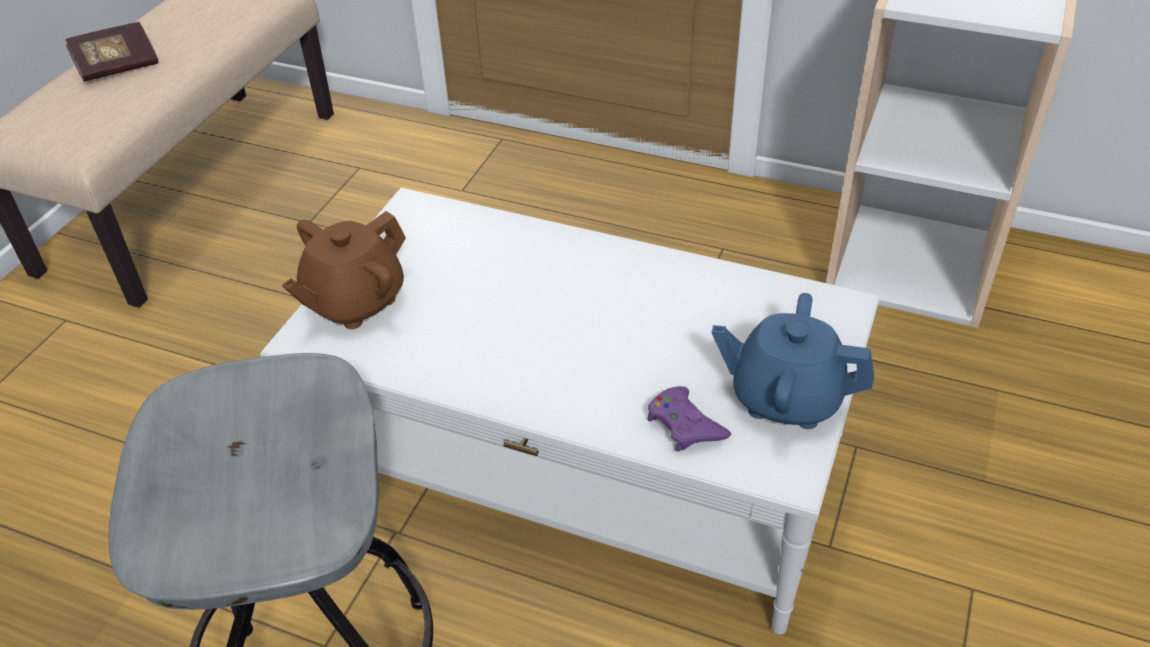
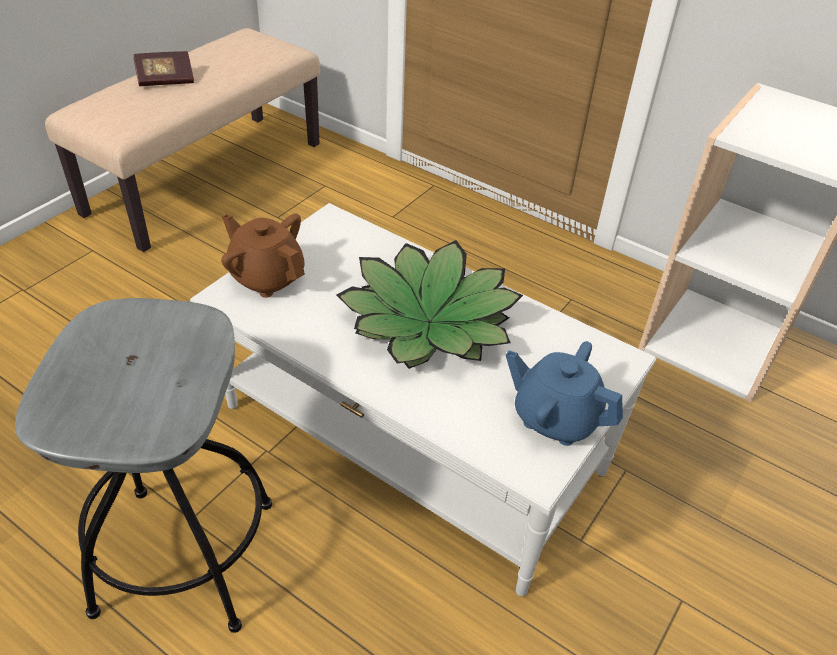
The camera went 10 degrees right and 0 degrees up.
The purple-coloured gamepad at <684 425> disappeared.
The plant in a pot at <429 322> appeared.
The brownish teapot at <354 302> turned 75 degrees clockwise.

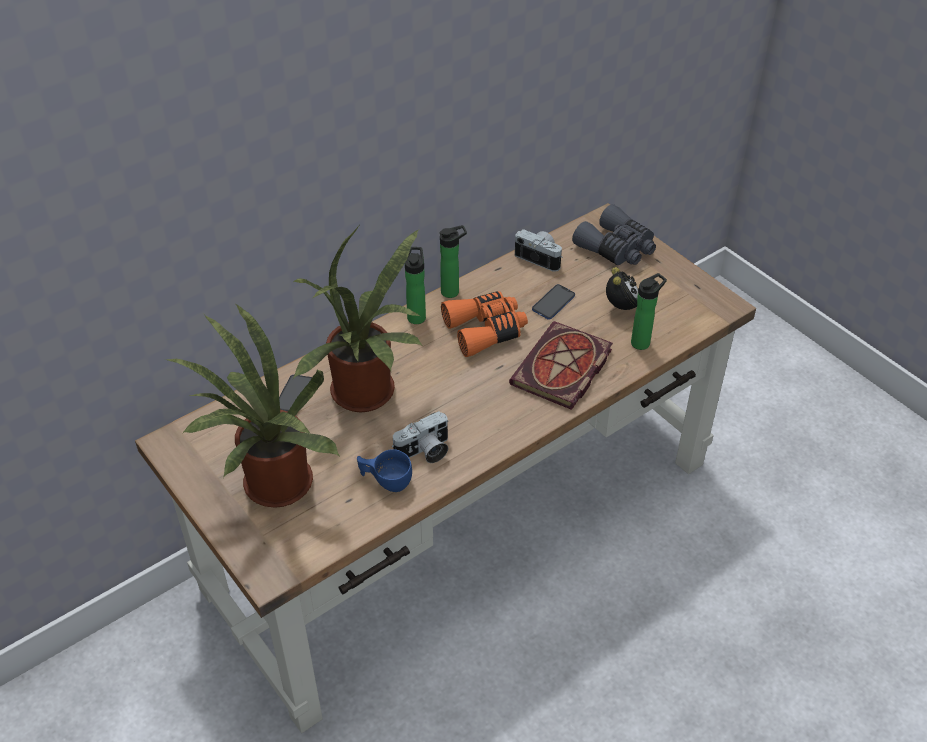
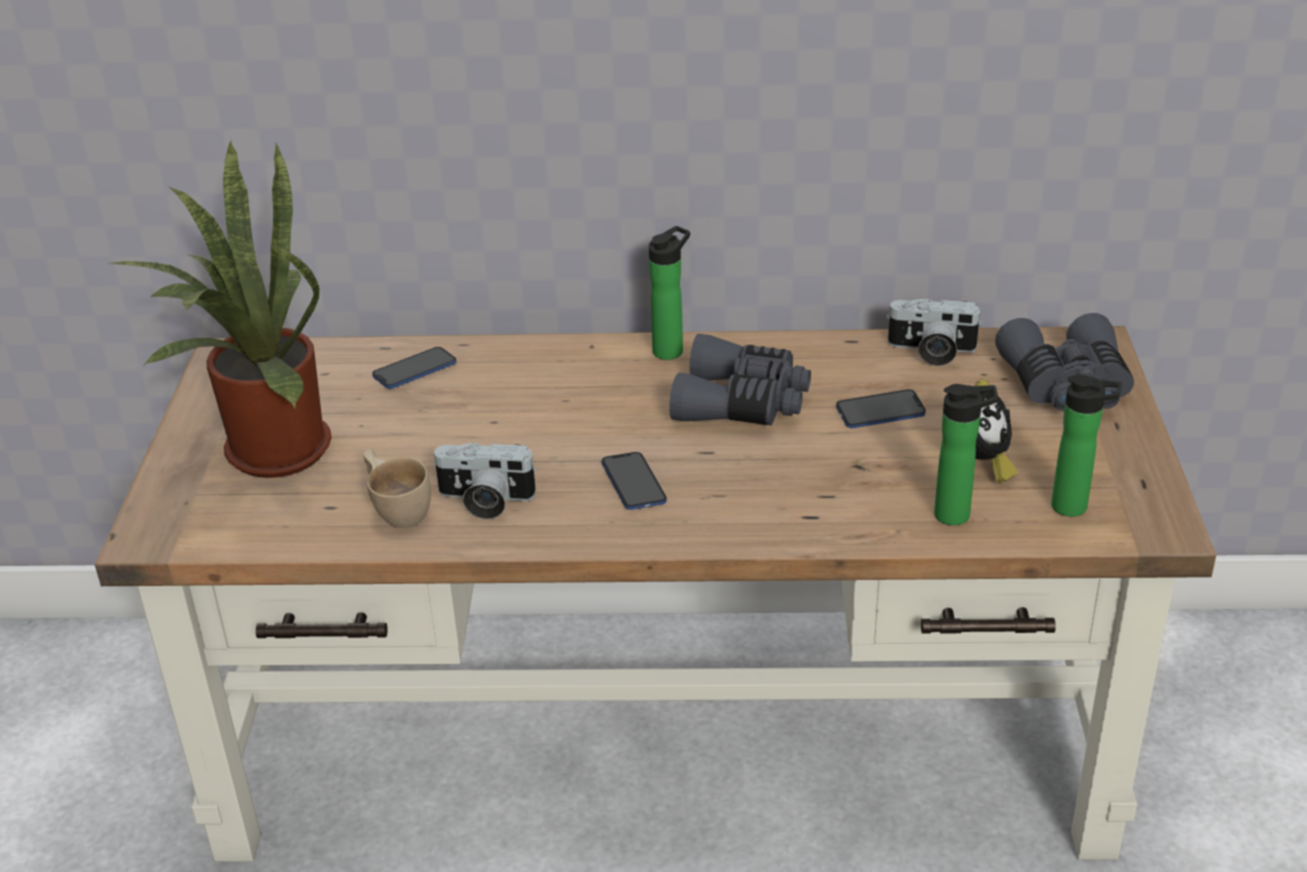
The camera went 40 degrees right and 10 degrees down.
The plant in a pot at <368 396> disappeared.
The bound book at <562 370> disappeared.
The handset at <633 483> appeared.
The beverage bottle moved from <452 291> to <1075 507>.
The bluish small cup at <385 481> became the beige small cup at <398 508>.
The orangey binoculars at <486 330> became the gray binoculars at <742 403>.
The photo camera at <540 257> turned 120 degrees clockwise.

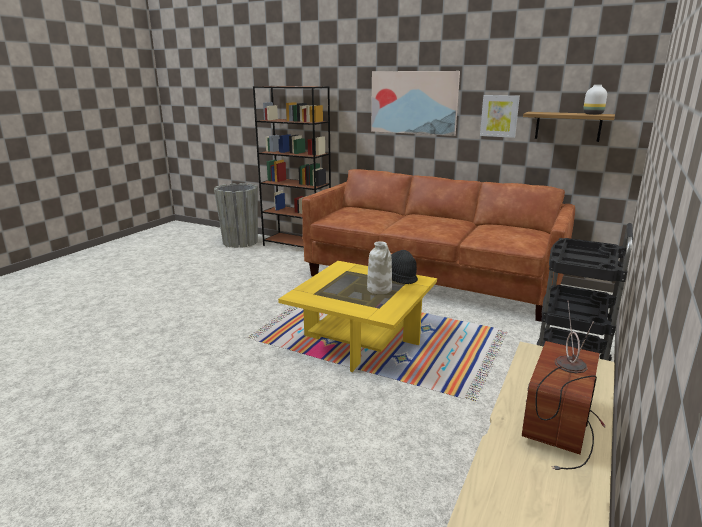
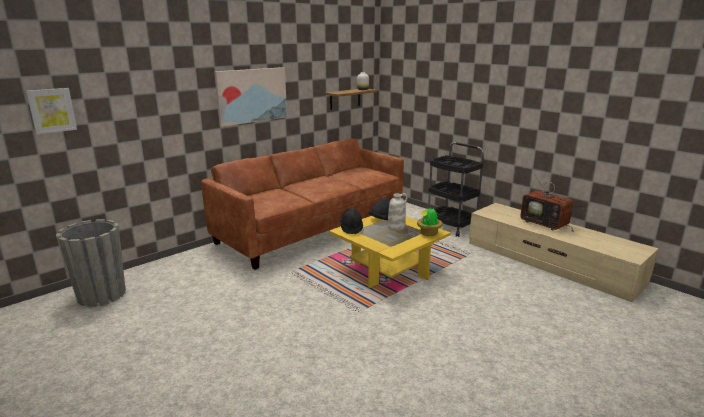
The camera went 70 degrees left and 0 degrees up.
The brownish shelving unit at <297 246> disappeared.
The blackish wearable hat at <351 228> appeared.
The plant in a pot at <428 233> appeared.
The picture moved from <499 116> to <52 110>.

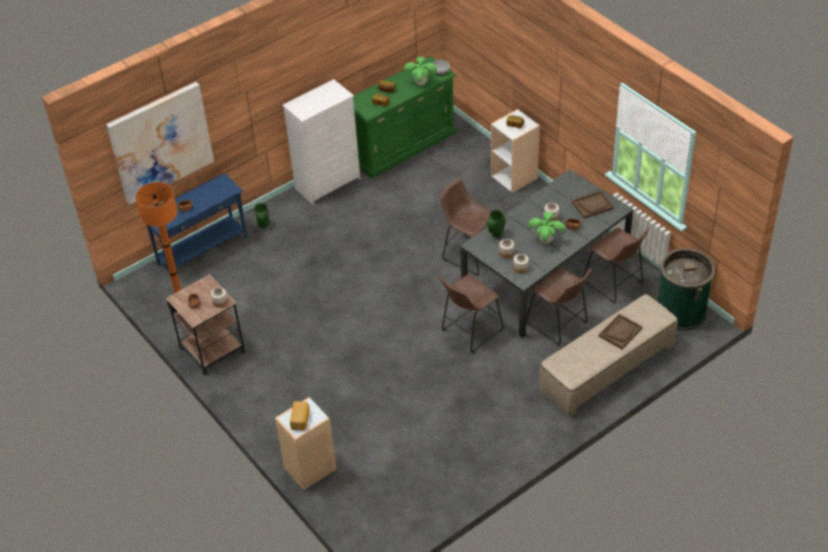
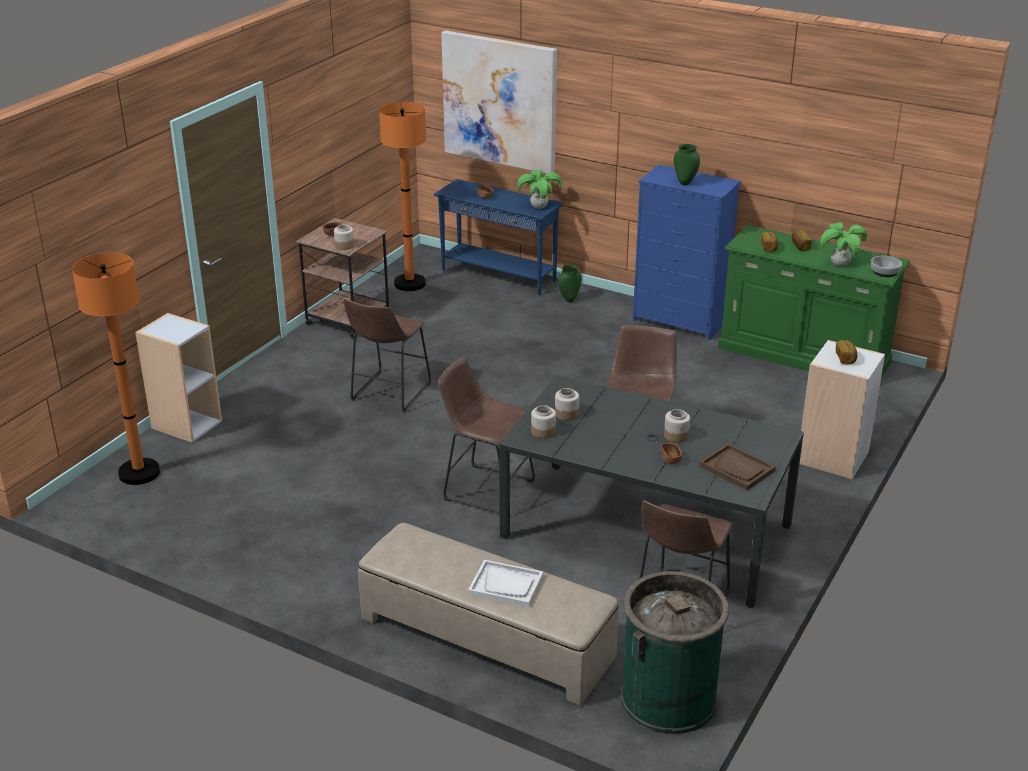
The camera went 65 degrees right and 15 degrees down.
The baked bread at <301 420> disappeared.
The orangey standard lamp at <139 473> appeared.
The green flower vase moved from <496 235> to <684 183>.
The brownish sitting stool moved from <558 325> to <388 393>.
The plant in a pot moved from <546 241> to <539 207>.
The white-coloured drawer chest at <328 183> became the bluish drawer chest at <680 321>.
The brownish tray at <620 332> became the white-coloured tray at <506 585>.

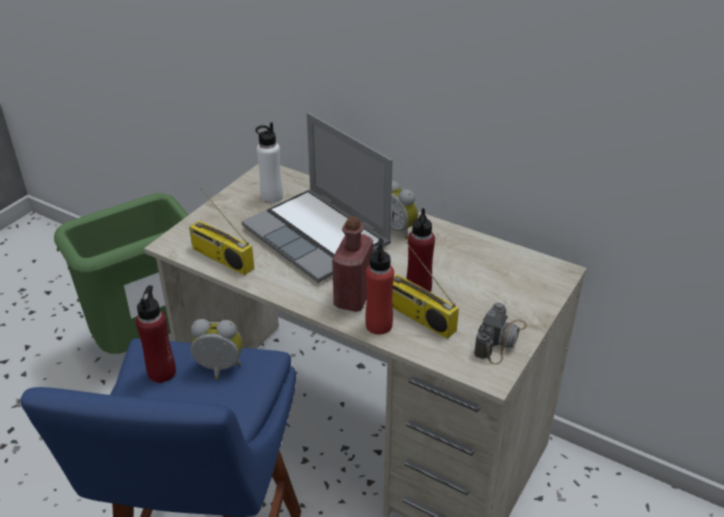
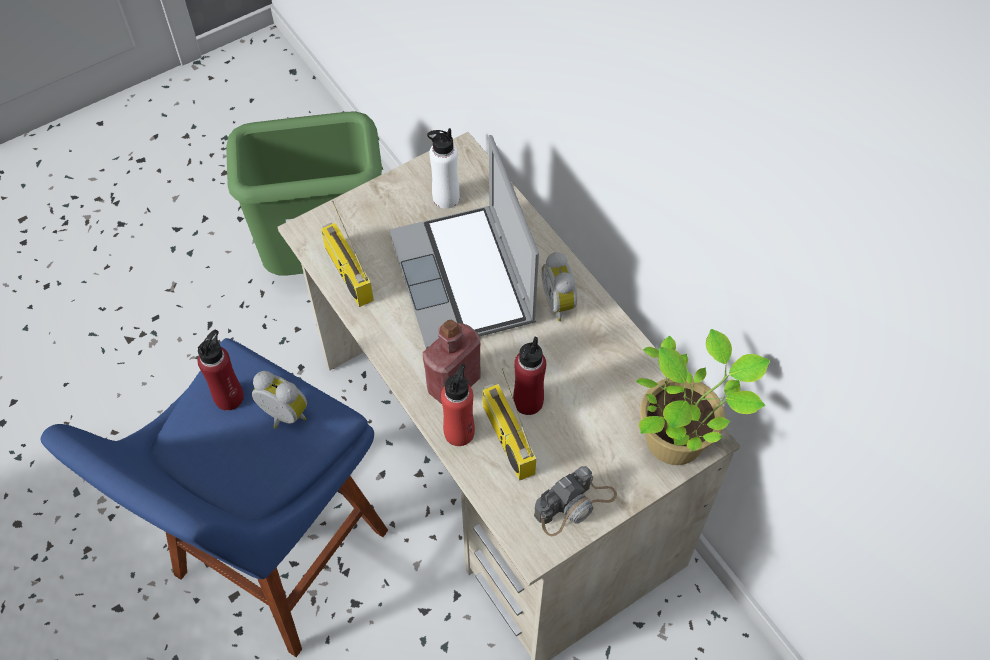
The camera went 25 degrees right and 20 degrees up.
The plant in a pot at <679 438> appeared.

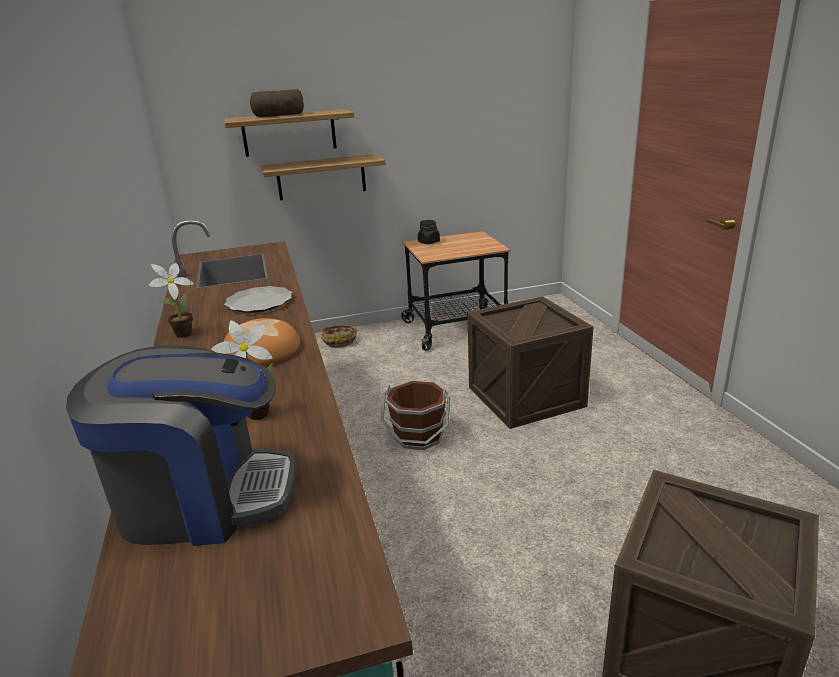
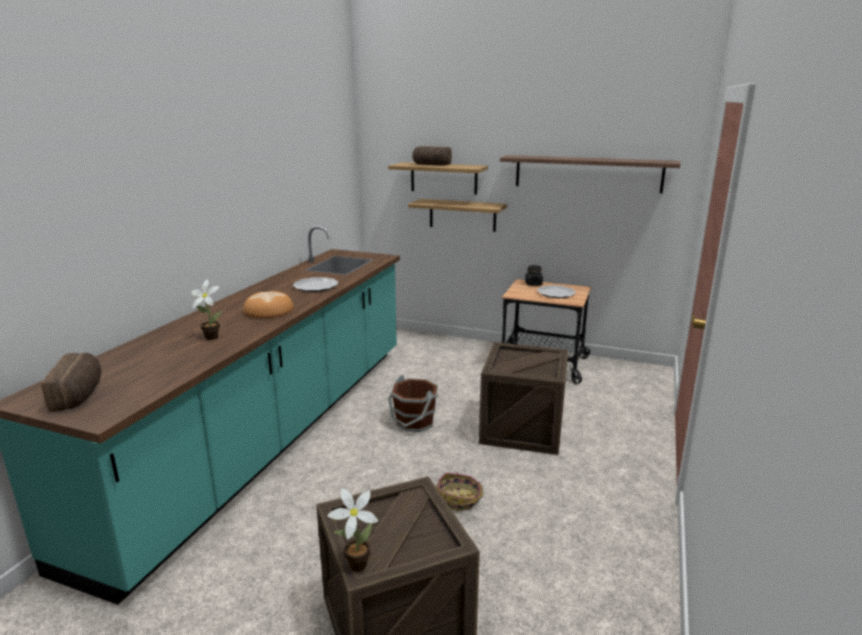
The camera went 35 degrees right and 5 degrees down.
The coffee maker at <203 498> disappeared.
The baked bread at <80 395> appeared.
The wall shelf at <587 173> appeared.
The dinner plate at <555 293> appeared.
The plant in a pot moved from <181 335> to <354 565>.
The basket moved from <340 341> to <459 498>.

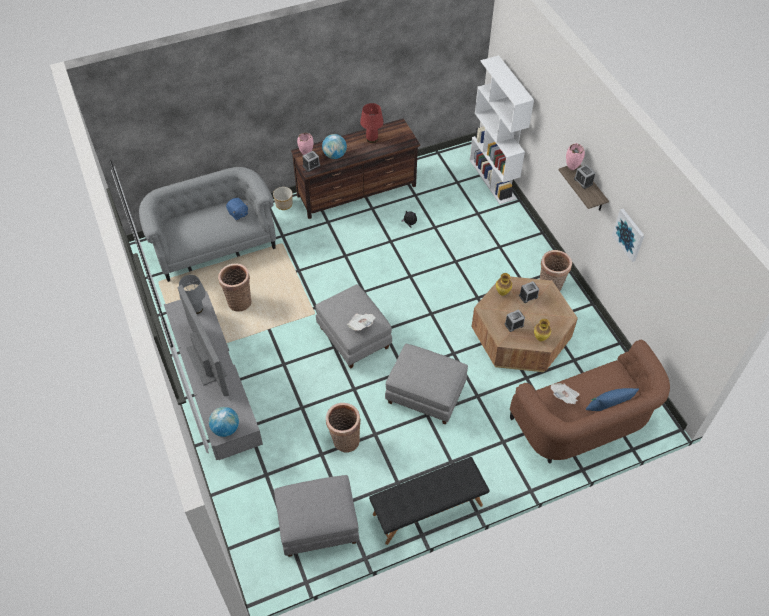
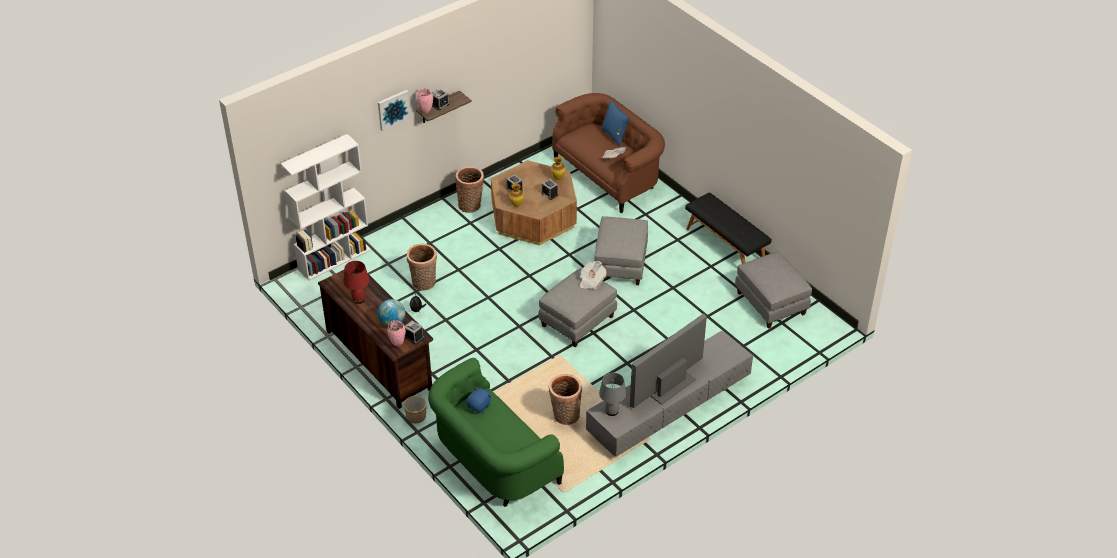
The camera went 105 degrees left and 10 degrees down.
The globe at <226 428> disappeared.
The basket moved from <344 440> to <424 284>.
The picture moved from <629 234> to <393 109>.
The gray couch at <214 244> became the green couch at <493 461>.

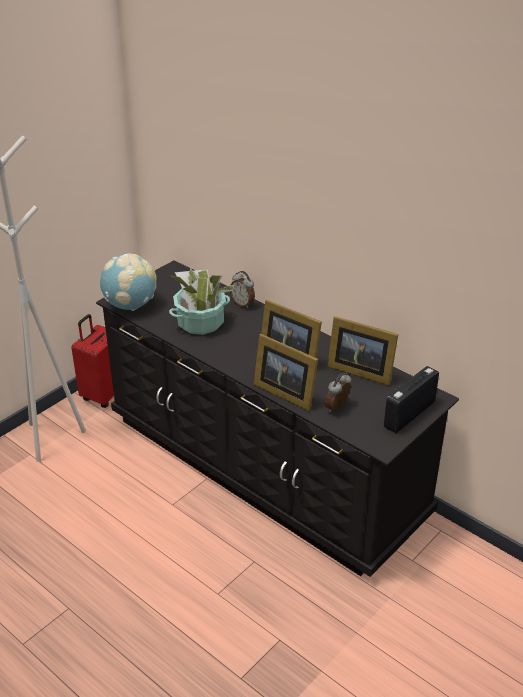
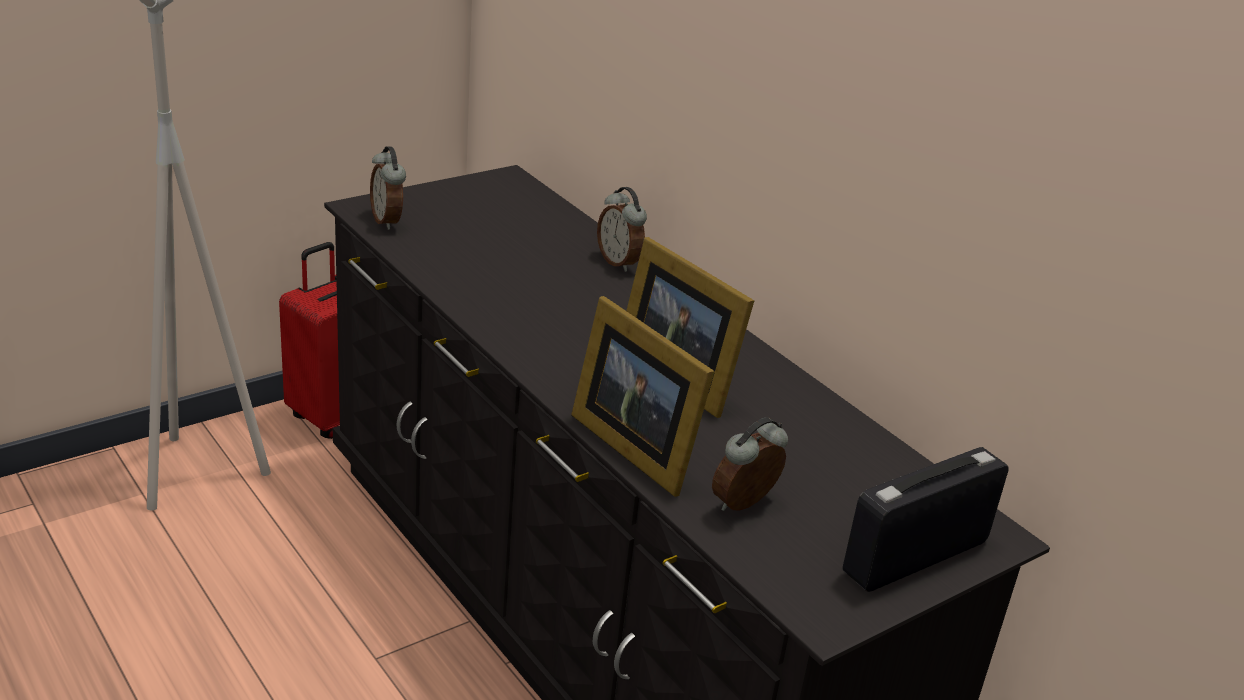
The camera went 10 degrees right and 5 degrees down.
The plant in a pot at <200 323> disappeared.
The photo frame at <359 370> disappeared.
The globe at <130 305> was replaced by the alarm clock at <388 221>.

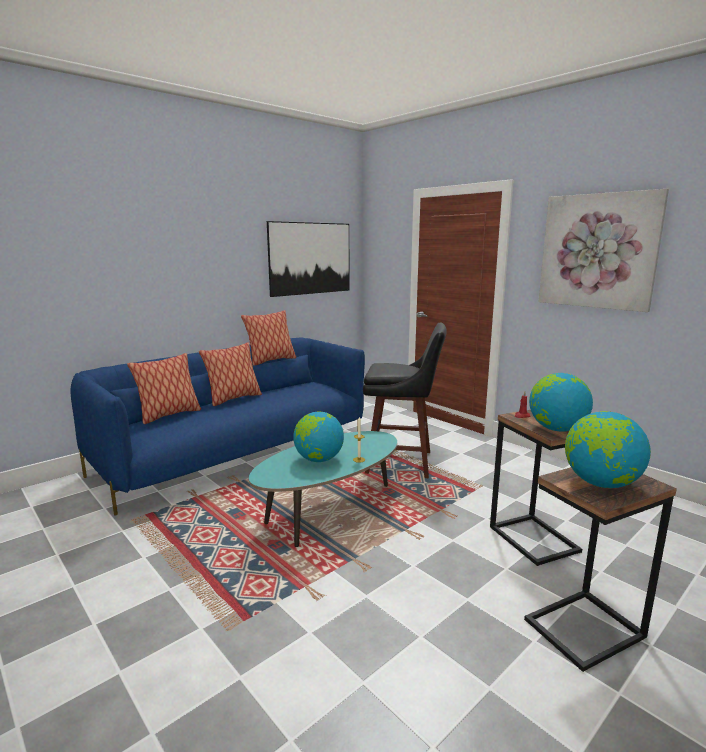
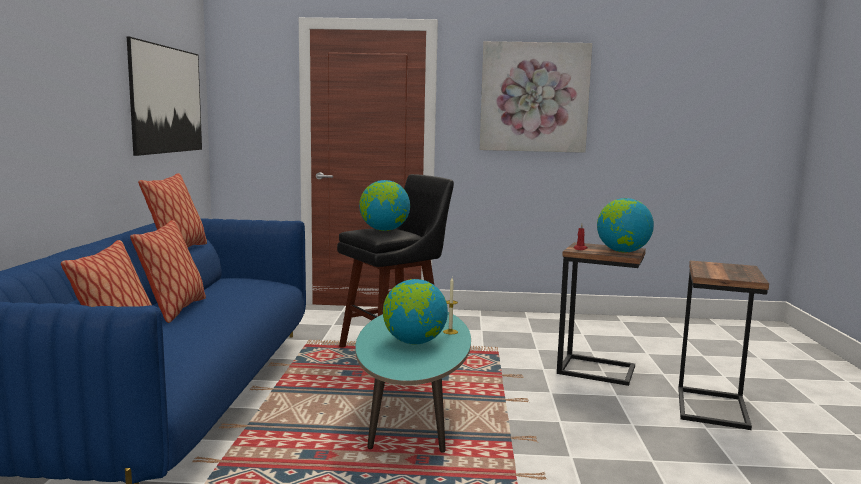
The camera went 45 degrees left and 5 degrees down.
The globe moved from <600 483> to <384 230>.

